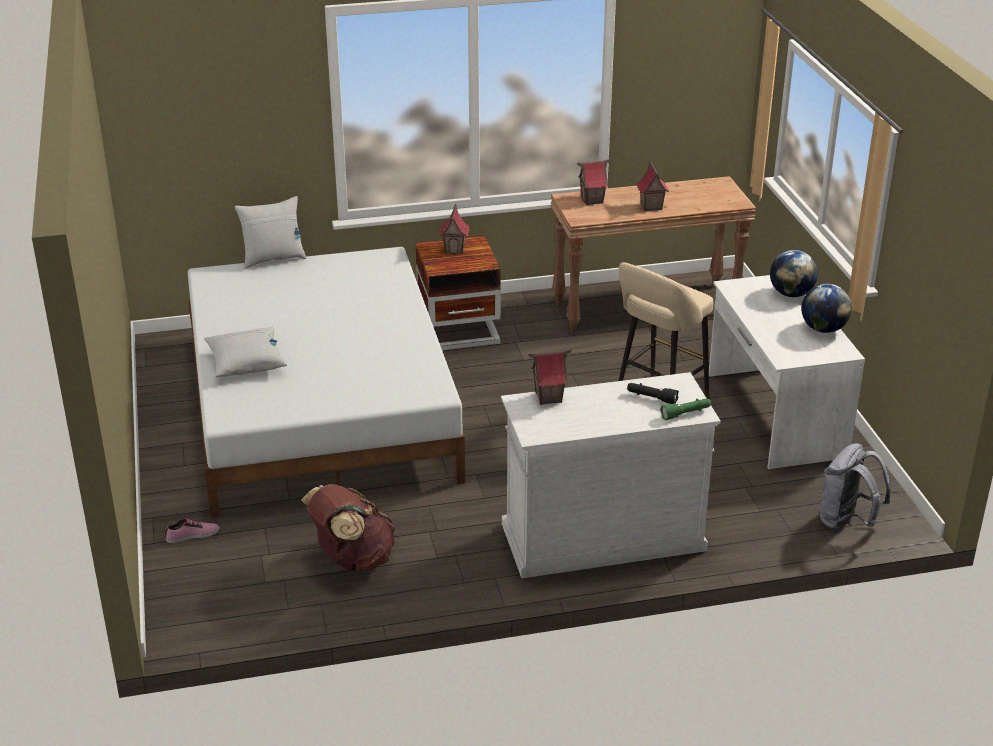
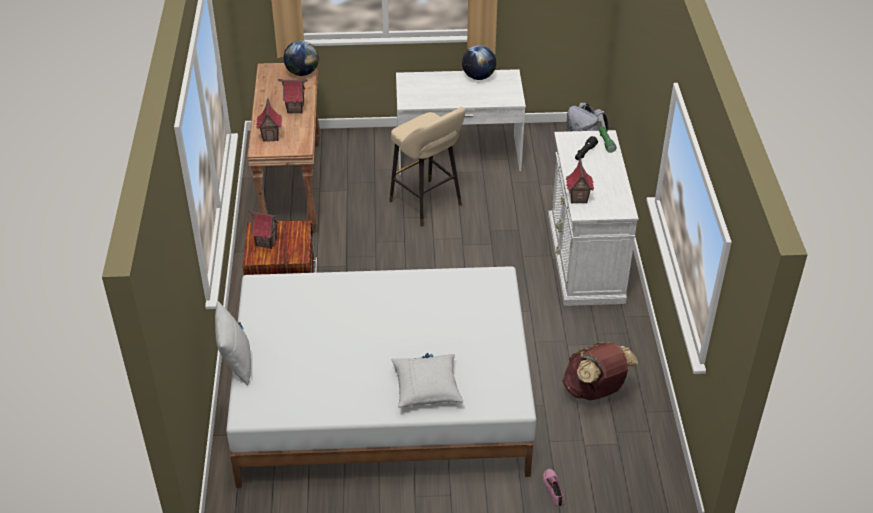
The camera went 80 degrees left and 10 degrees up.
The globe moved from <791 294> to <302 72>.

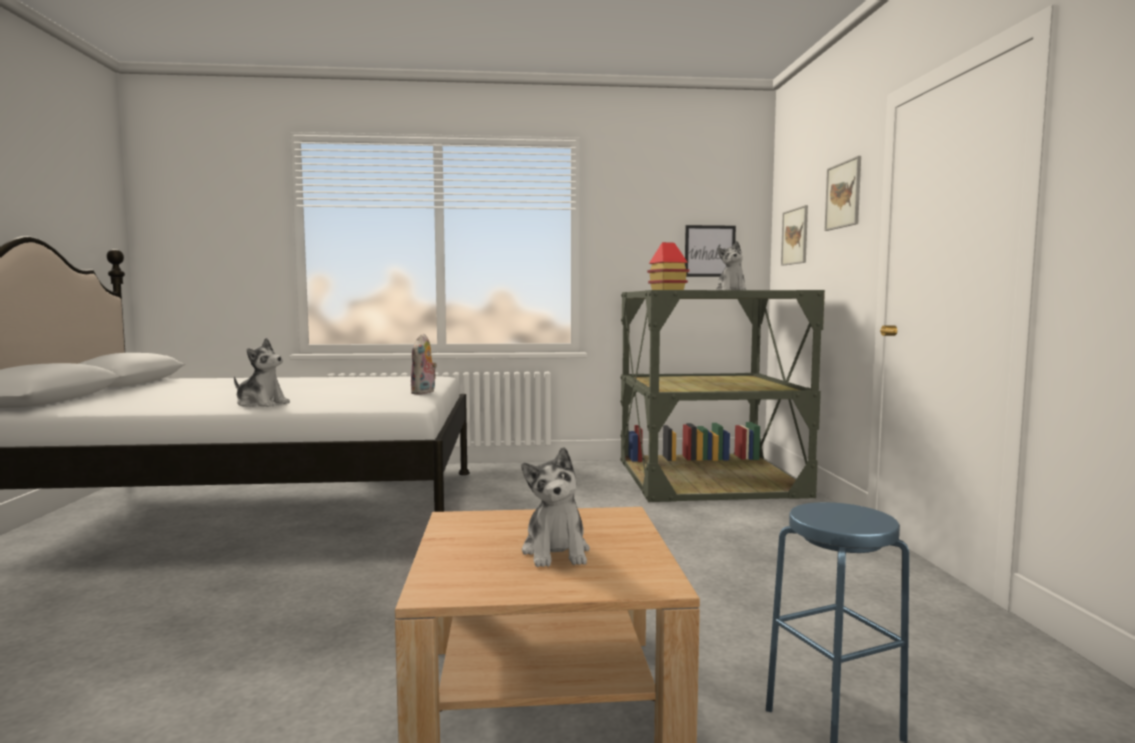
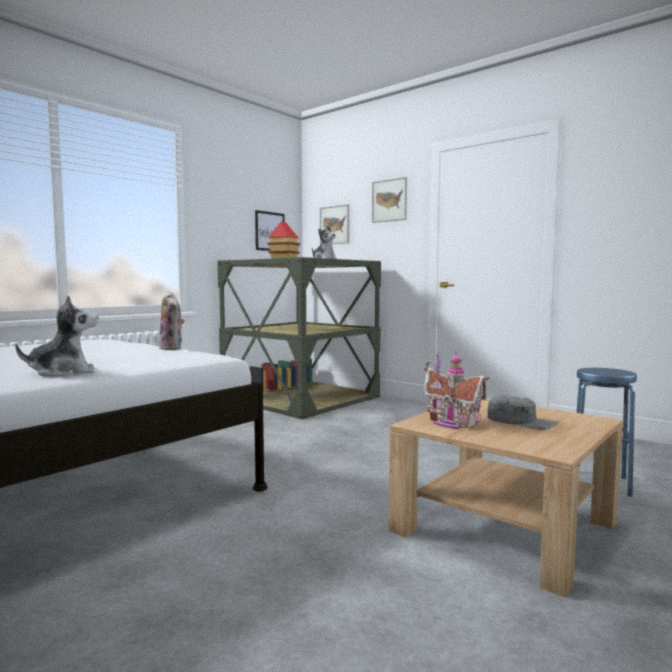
The camera went 45 degrees left and 0 degrees up.
The model house at <451 423> appeared.
The plush toy at <556 552> was replaced by the gray baseball cap at <521 421>.

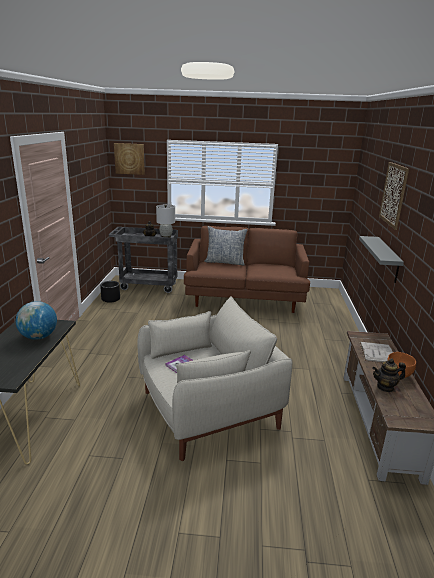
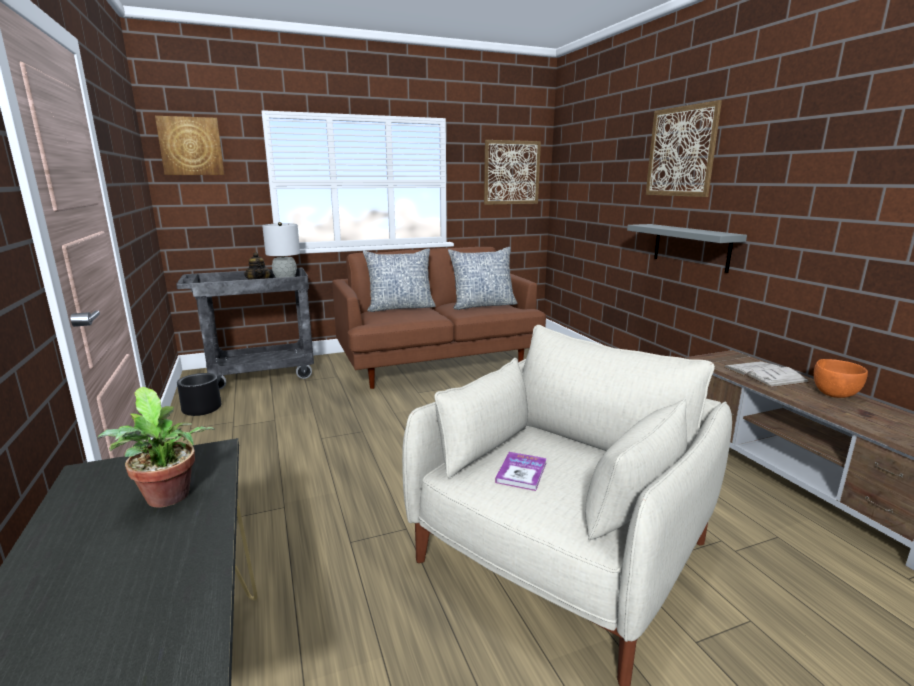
The camera went 25 degrees left and 5 degrees down.
The teapot at <385 387> disappeared.
The pillow at <482 305> appeared.
The picture at <511 172> appeared.
The globe at <38 337> was replaced by the plant in a pot at <168 499>.

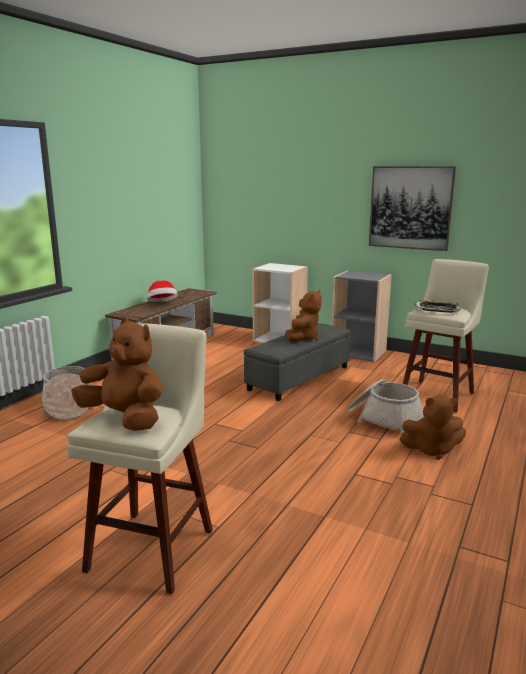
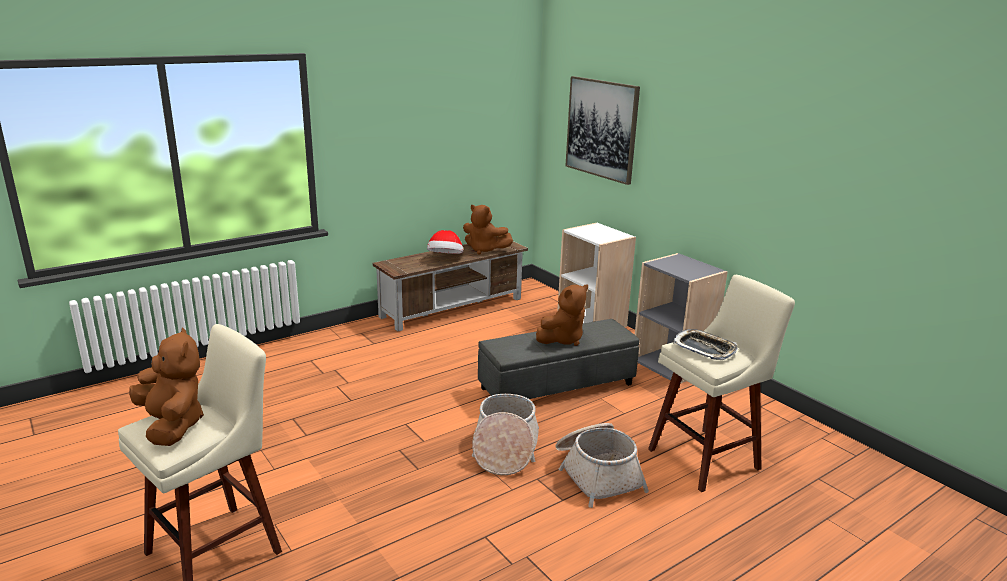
The camera went 25 degrees right and 5 degrees up.
The basket moved from <68 406> to <504 449>.
The picture moved from <410 208> to <601 129>.
The brownish plush toy moved from <432 450> to <484 250>.

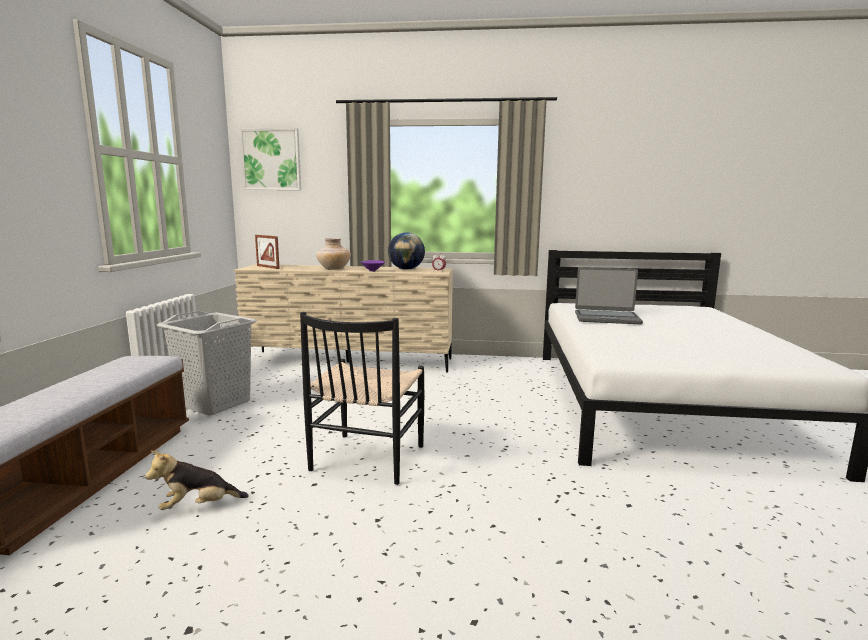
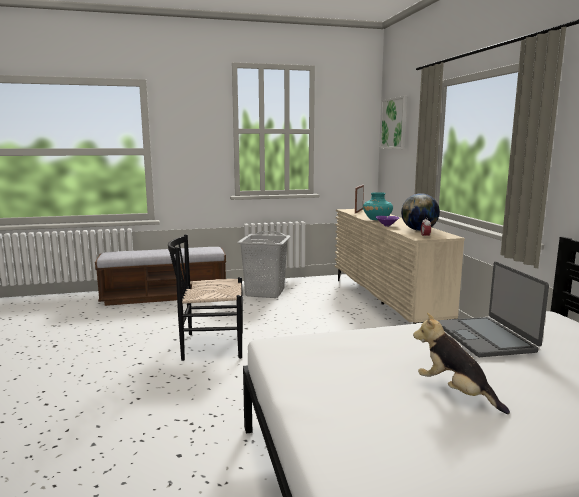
The camera went 70 degrees right and 0 degrees up.
The plush toy moved from <198 506> to <455 393>.
The beige flower vase at <334 269> became the turquoise flower vase at <377 220>.

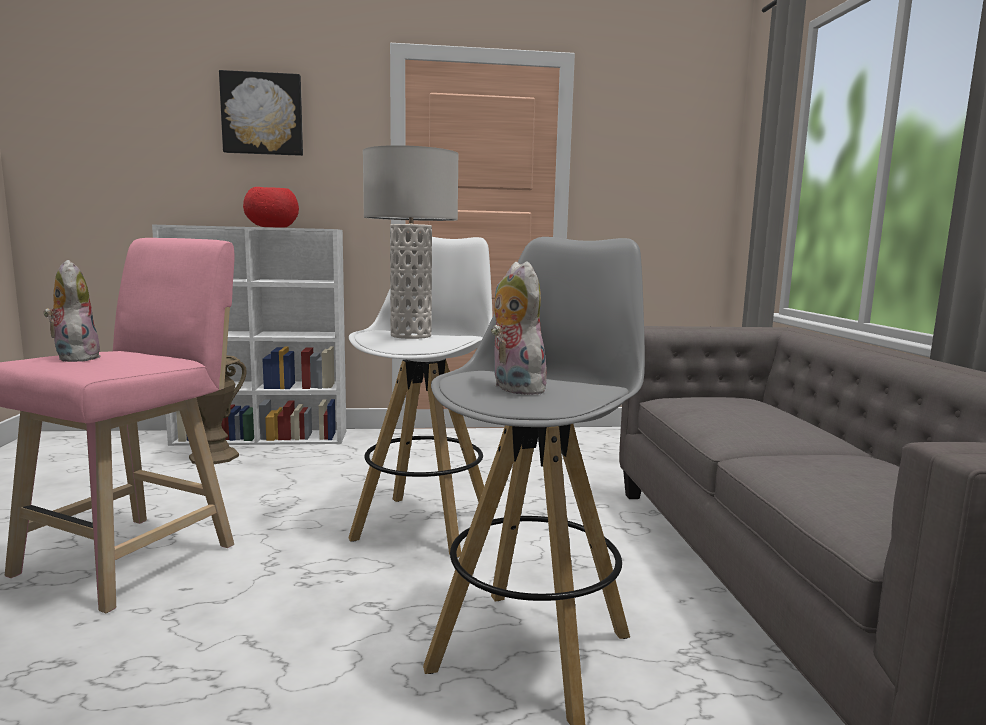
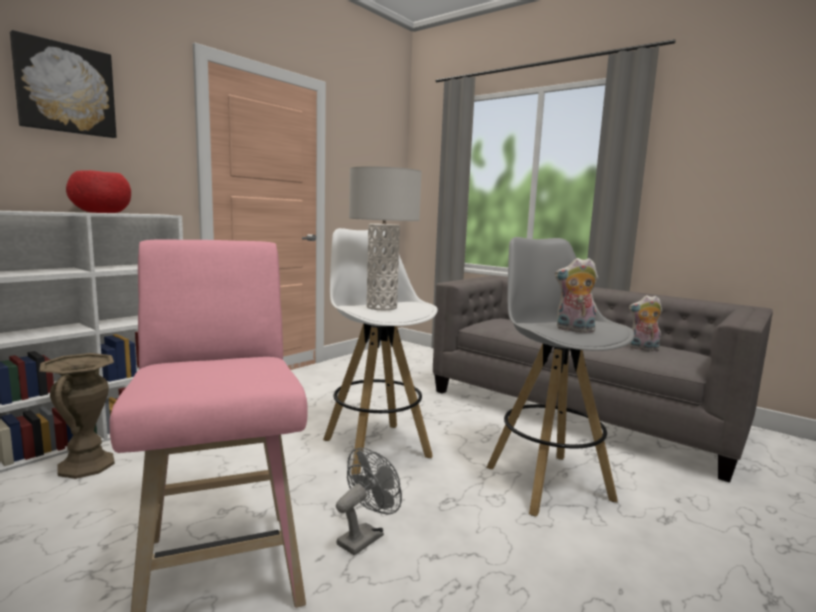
The camera went 45 degrees left and 0 degrees up.
The gray cooling fan at <365 536> appeared.
The plush toy moved from <75 358> to <643 349>.

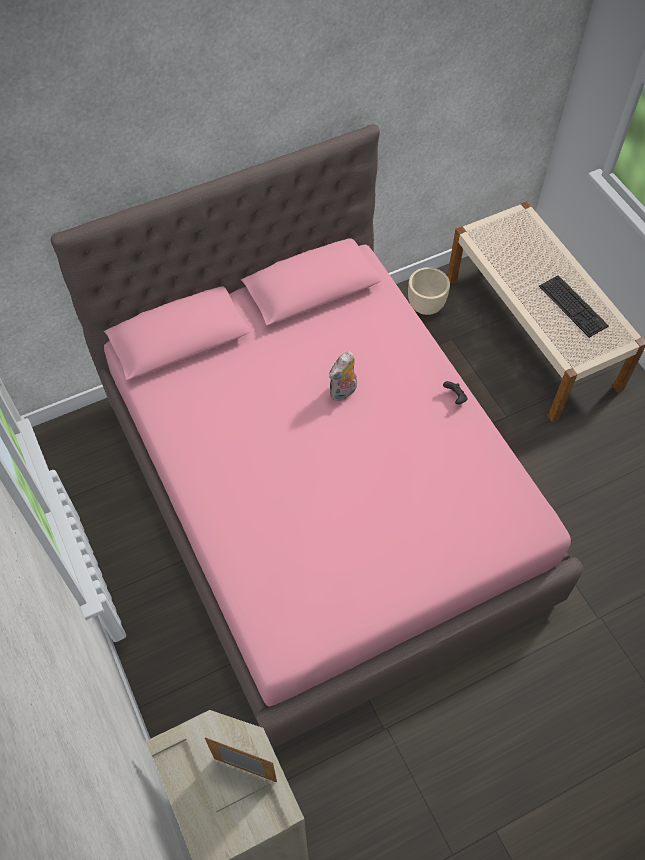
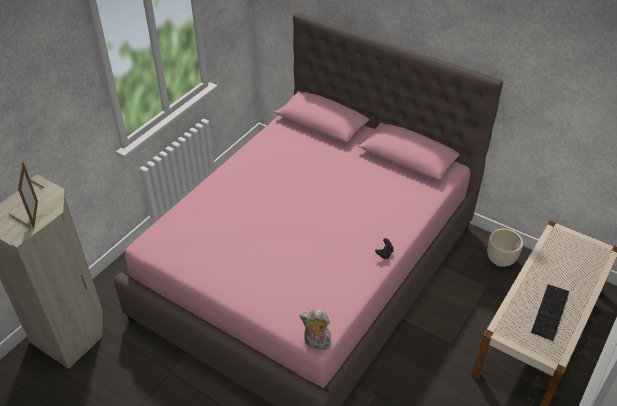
The camera went 60 degrees right and 15 degrees down.
The plush toy moved from <343 392> to <316 344>.

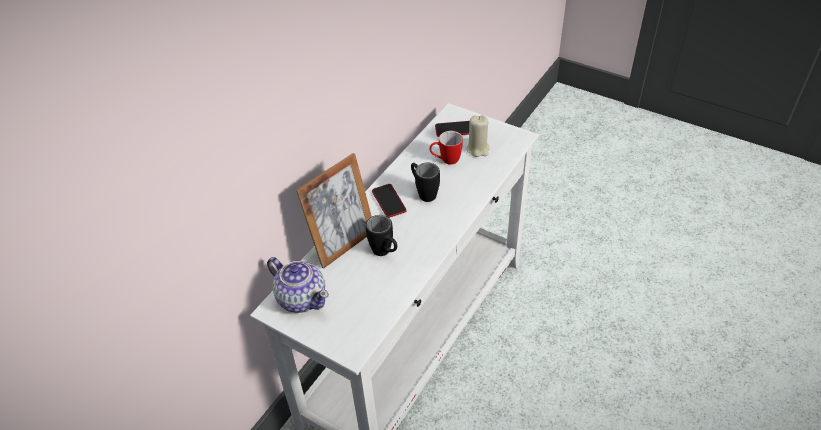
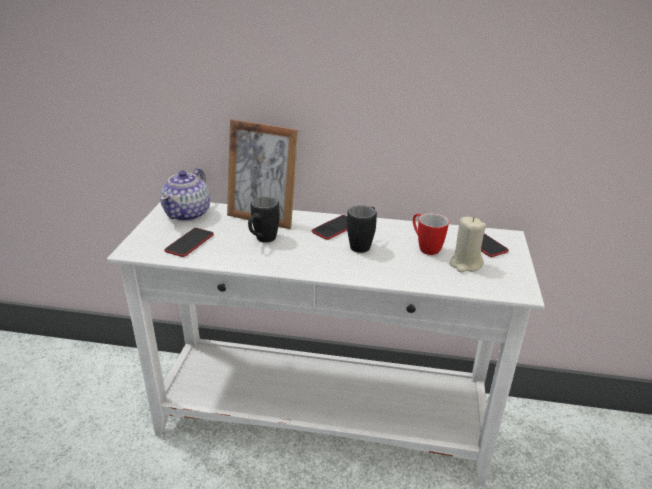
The camera went 65 degrees right and 15 degrees down.
The handset at <189 243> appeared.

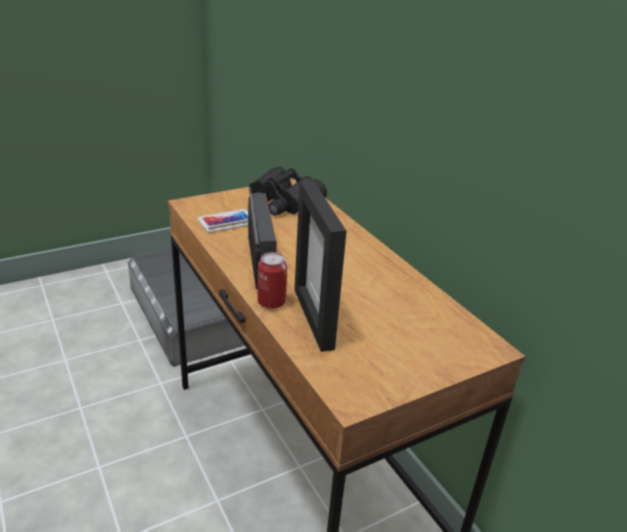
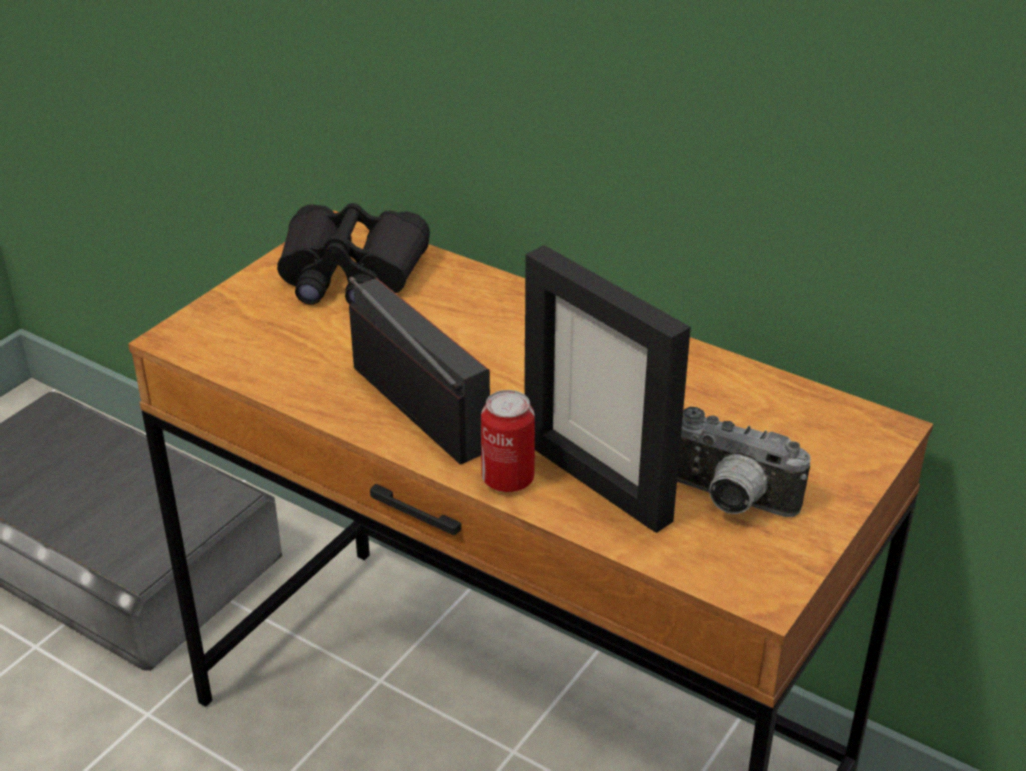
The camera went 25 degrees left and 5 degrees up.
The handset at <227 221> disappeared.
The photo camera at <729 501> appeared.

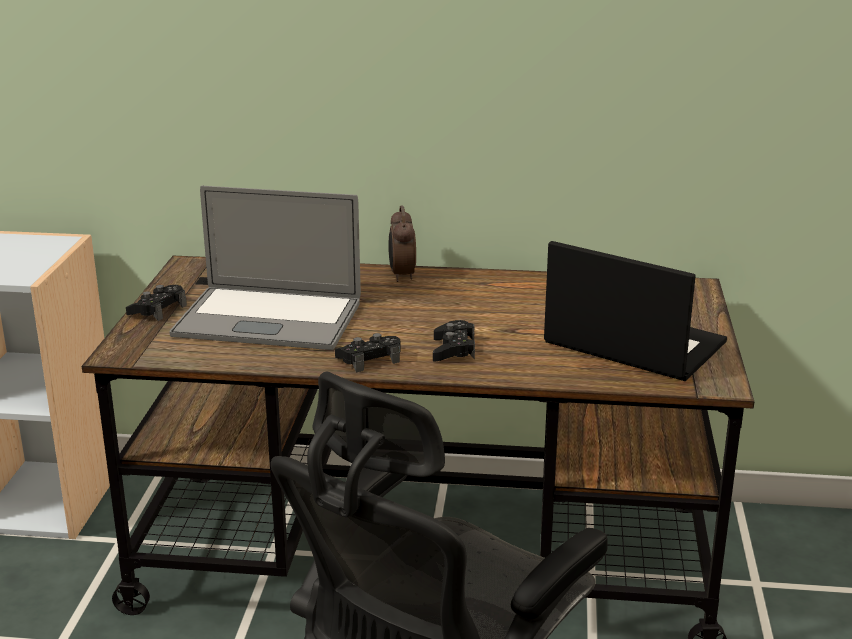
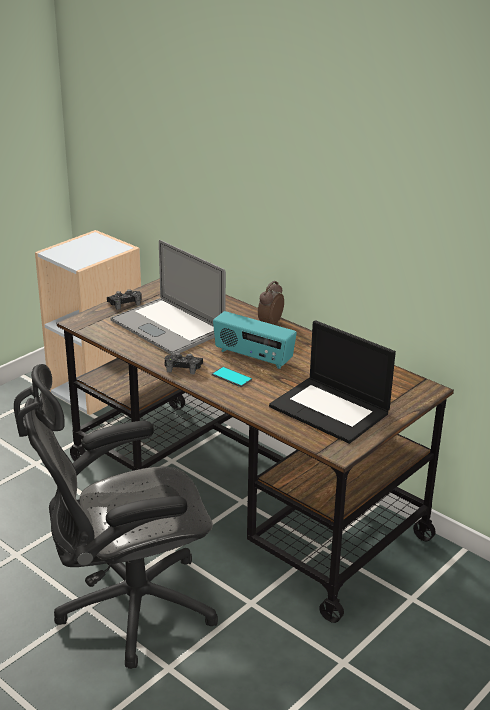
The camera went 35 degrees right and 5 degrees up.
The radio at <253 357> appeared.
The blackish gamepad at <453 349> was replaced by the handset at <231 377>.
The portable computer at <631 343> turned 150 degrees clockwise.

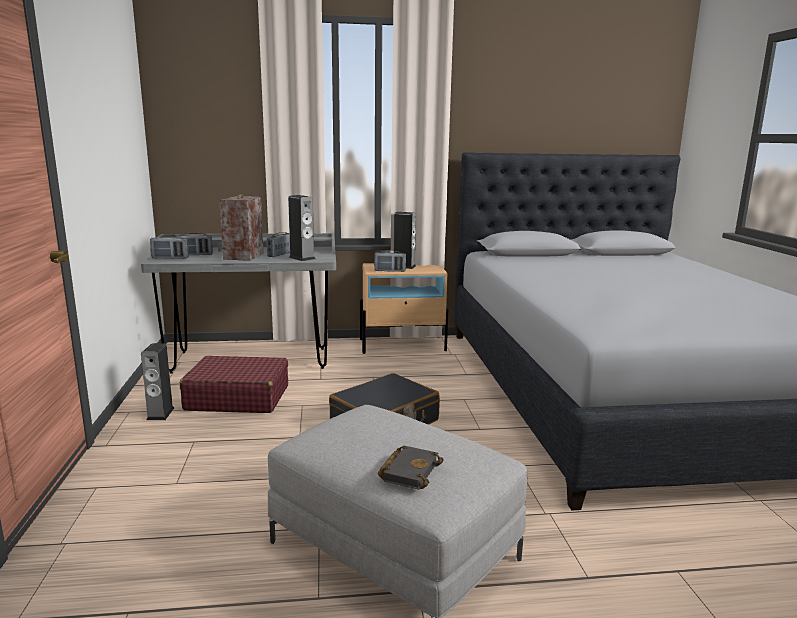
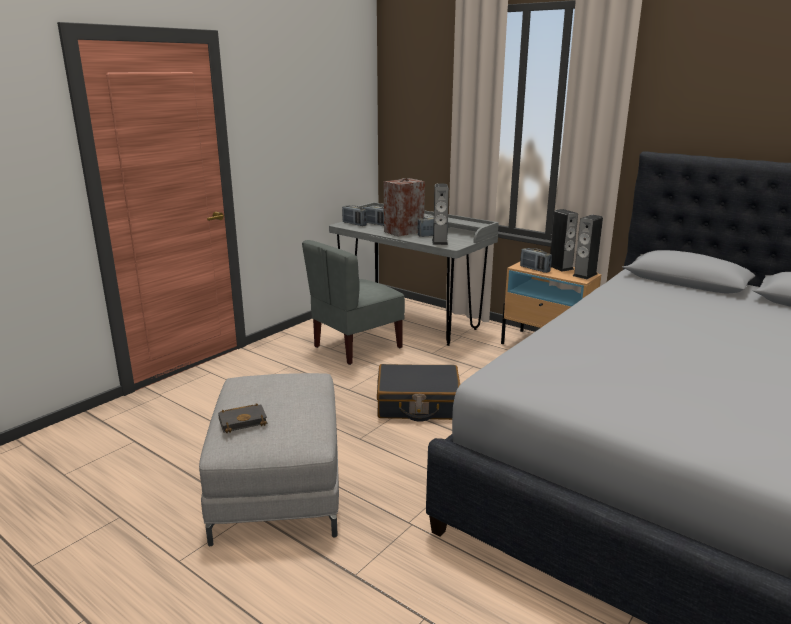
The camera went 45 degrees right and 5 degrees up.
The speaker moved from <160 413> to <585 275>.
The reddish suitcase at <237 398> was replaced by the gray plain chair at <356 347>.

